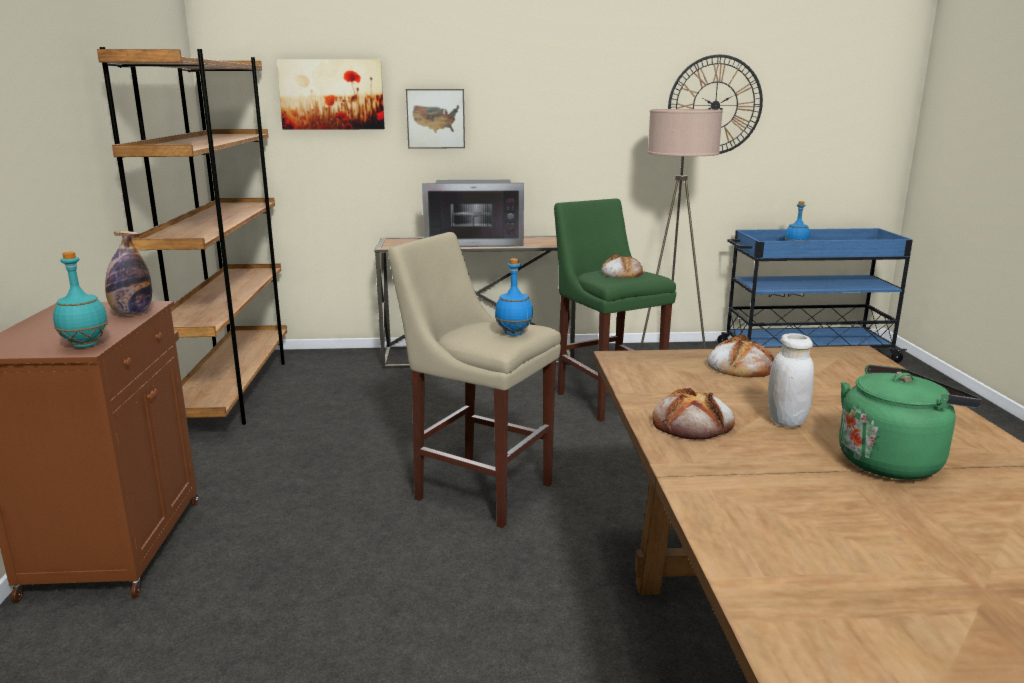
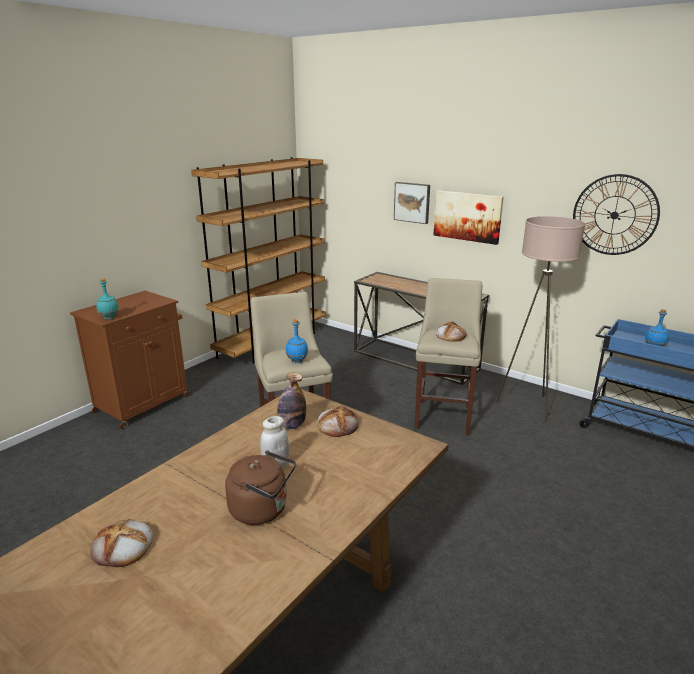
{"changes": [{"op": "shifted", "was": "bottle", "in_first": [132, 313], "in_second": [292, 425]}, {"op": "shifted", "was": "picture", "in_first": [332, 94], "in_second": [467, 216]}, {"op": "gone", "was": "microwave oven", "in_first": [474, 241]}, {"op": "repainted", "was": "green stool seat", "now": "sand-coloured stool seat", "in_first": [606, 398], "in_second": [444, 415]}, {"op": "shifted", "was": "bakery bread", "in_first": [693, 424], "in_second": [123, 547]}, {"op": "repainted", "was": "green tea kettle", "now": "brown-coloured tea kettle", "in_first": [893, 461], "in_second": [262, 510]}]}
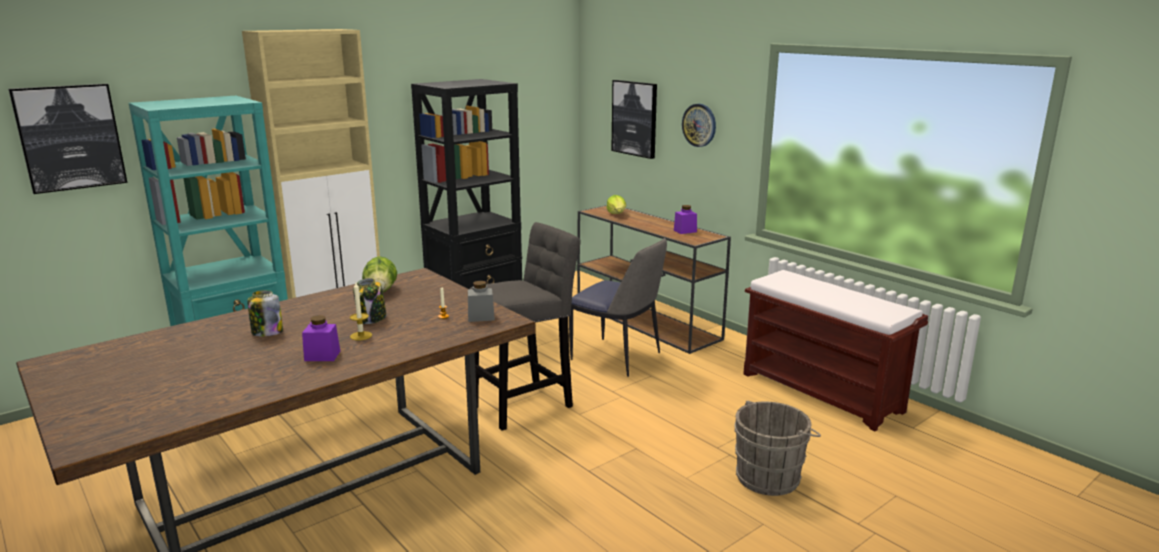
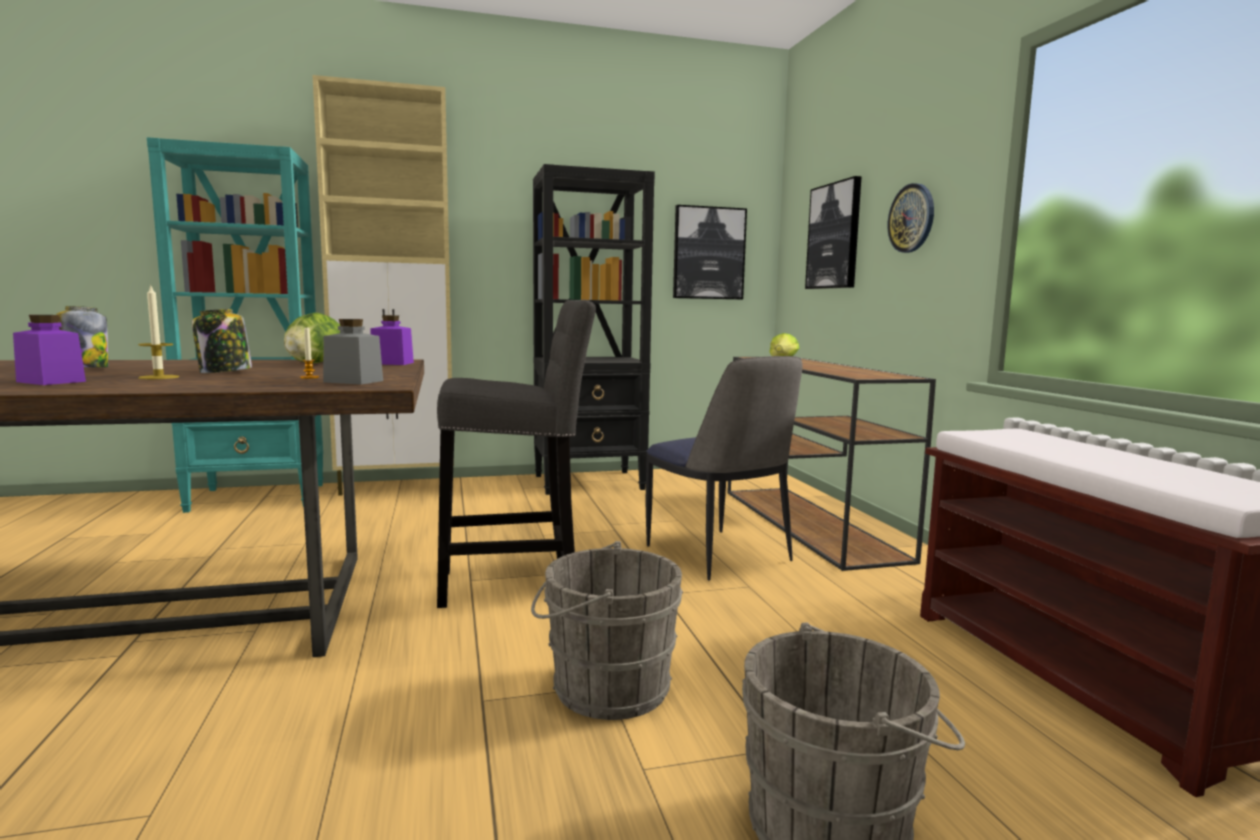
{"changes": [{"op": "shifted", "was": "picture", "in_first": [70, 137], "in_second": [708, 253]}, {"op": "shifted", "was": "purple storage jar", "in_first": [685, 231], "in_second": [392, 363]}, {"op": "new", "now": "greyish bucket", "in_second": [603, 688]}]}
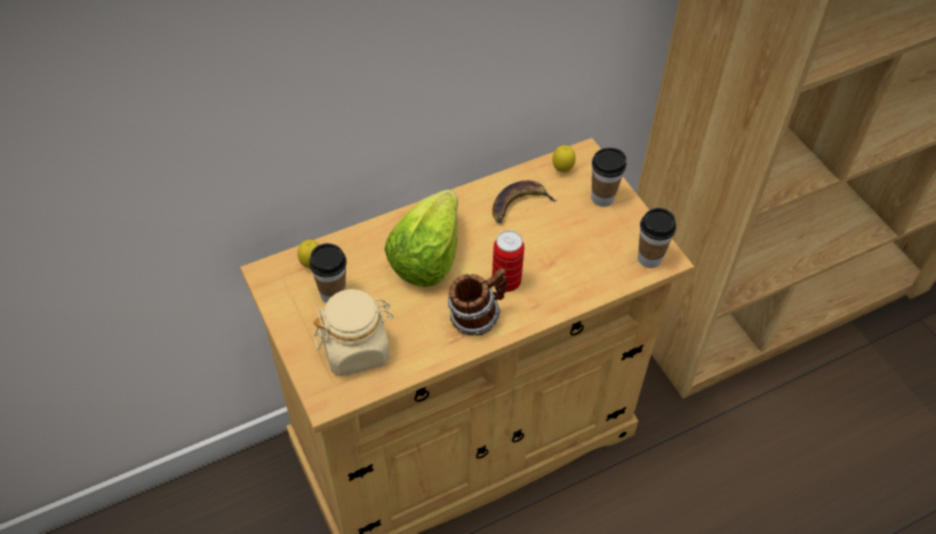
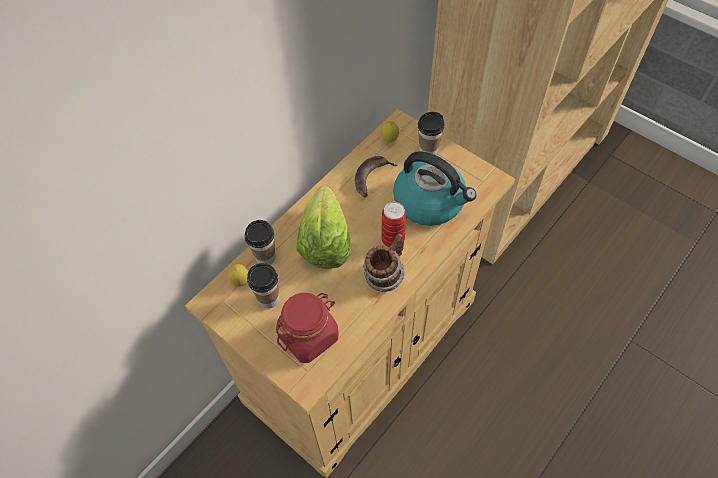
{"changes": [{"op": "repainted", "was": "sand-coloured storage jar", "now": "red-coloured storage jar", "in_first": [356, 349], "in_second": [309, 336]}, {"op": "shifted", "was": "cup", "in_first": [649, 258], "in_second": [265, 257]}, {"op": "new", "now": "tea kettle", "in_second": [430, 202]}]}
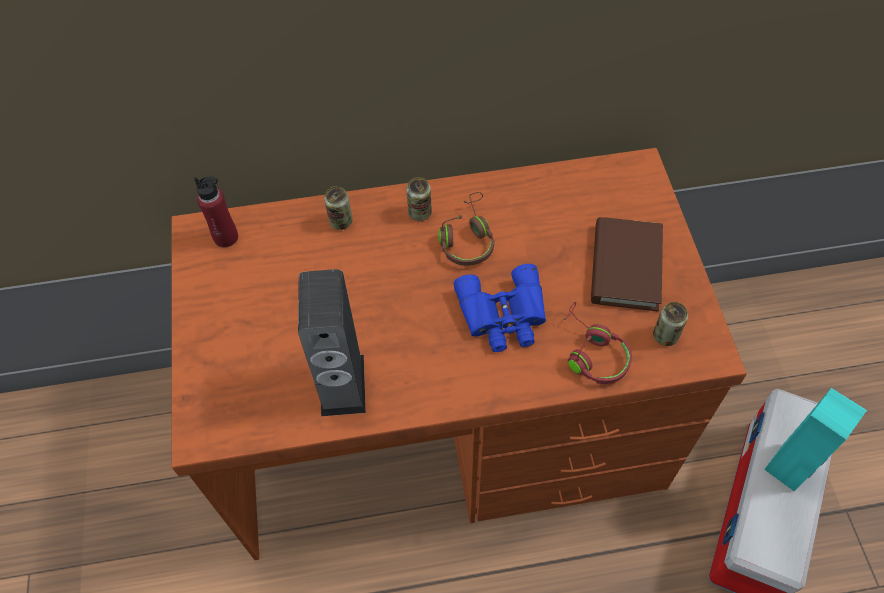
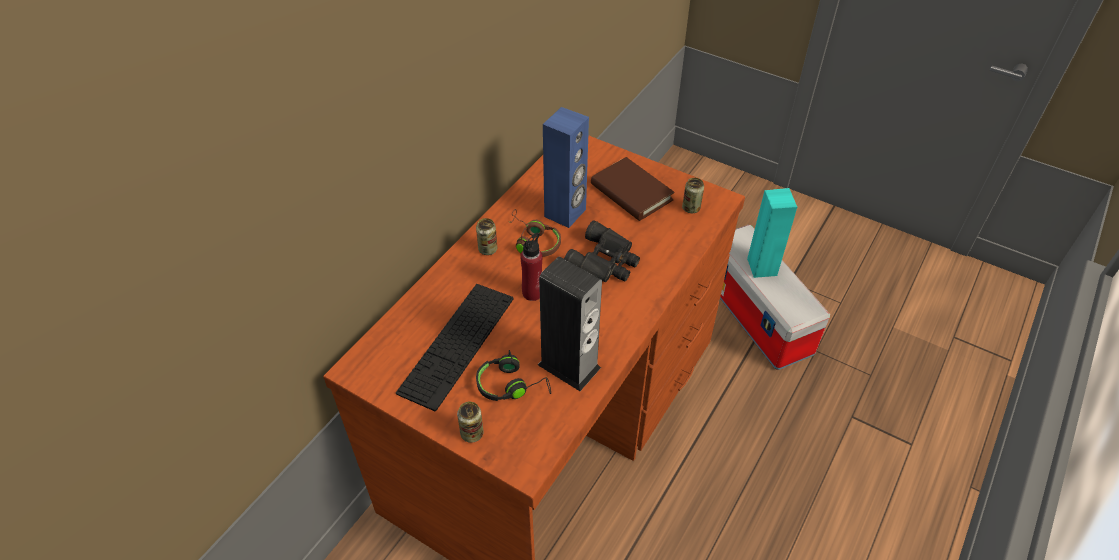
{"changes": [{"op": "shifted", "was": "red-coloured bottle", "in_first": [226, 237], "in_second": [532, 292]}, {"op": "shifted", "was": "metal can", "in_first": [341, 221], "in_second": [472, 433]}, {"op": "repainted", "was": "blue field glasses", "now": "blackish field glasses", "in_first": [504, 316], "in_second": [605, 262]}, {"op": "gone", "was": "red-coloured headphones", "in_first": [591, 352]}, {"op": "new", "now": "computer keyboard", "in_second": [457, 344]}, {"op": "new", "now": "blackish headphones", "in_second": [512, 385]}, {"op": "new", "now": "blue audio speaker", "in_second": [565, 213]}]}
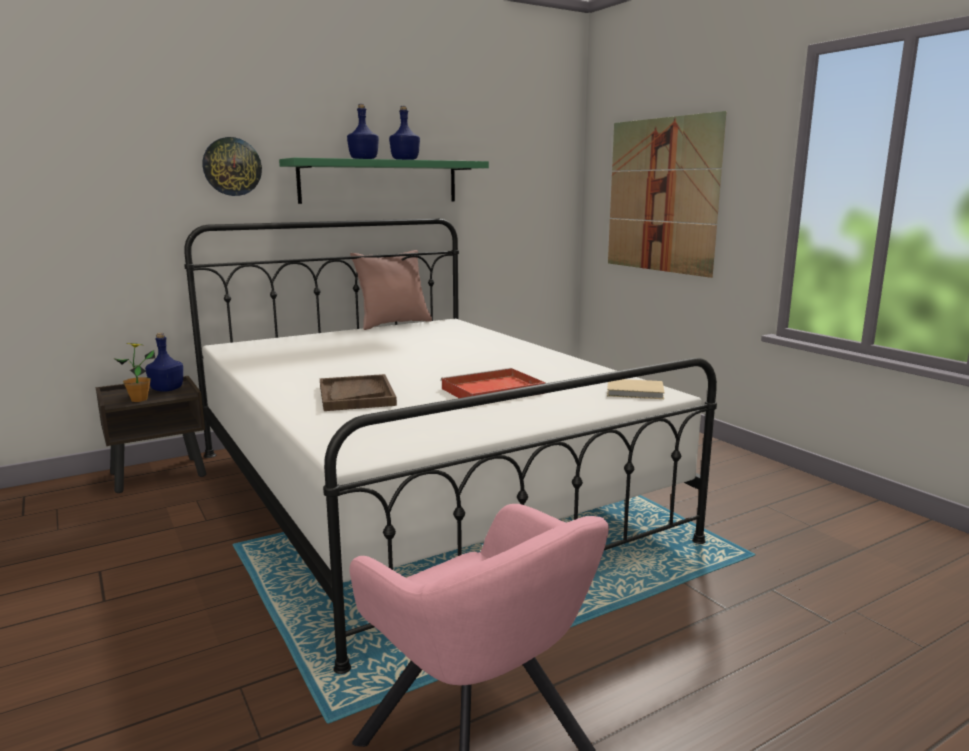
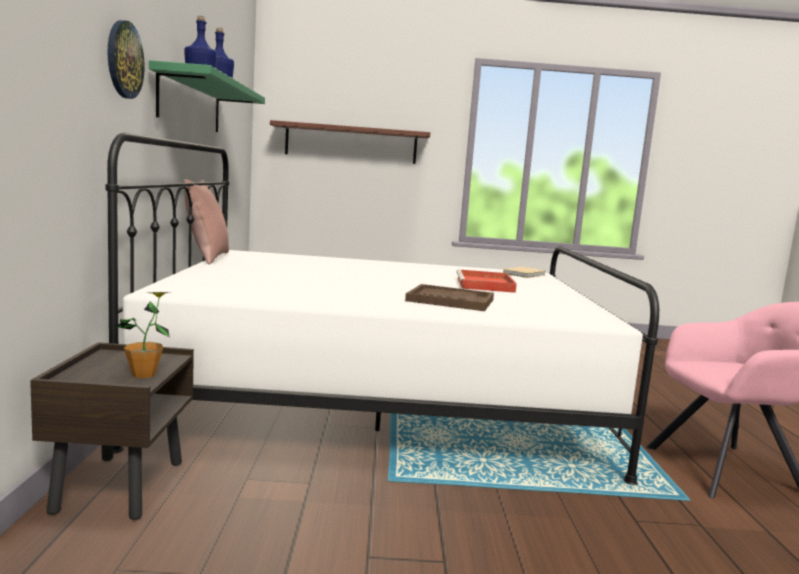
{"changes": [{"op": "gone", "was": "blue bottle", "in_first": [166, 389]}, {"op": "swapped", "was": "picture", "now": "shelf", "in_first": [661, 195], "in_second": [351, 143]}]}
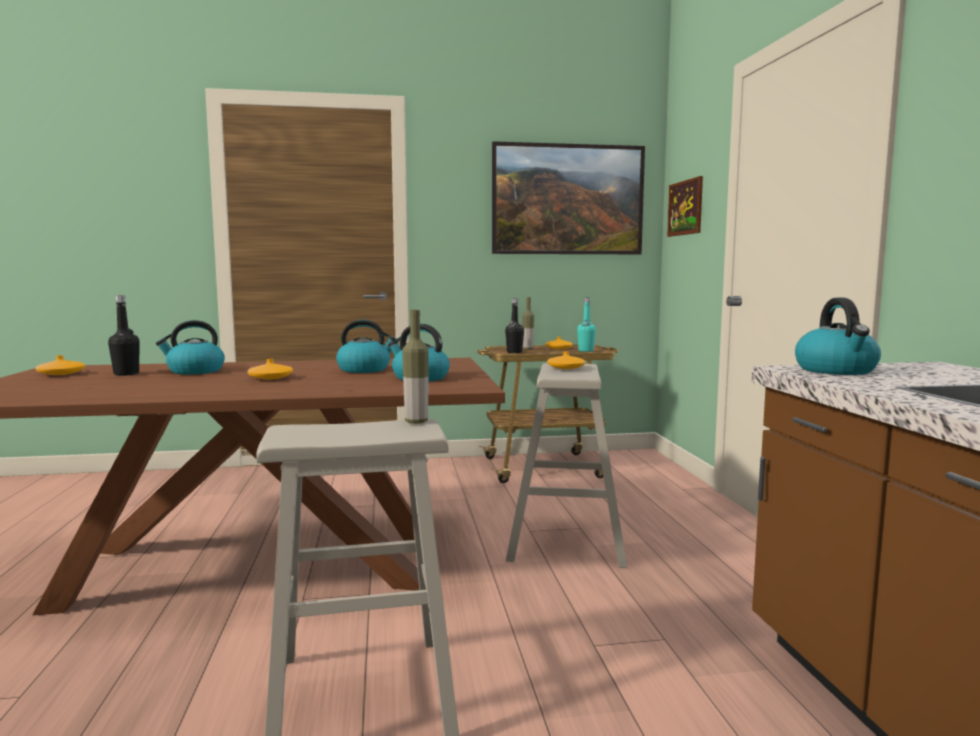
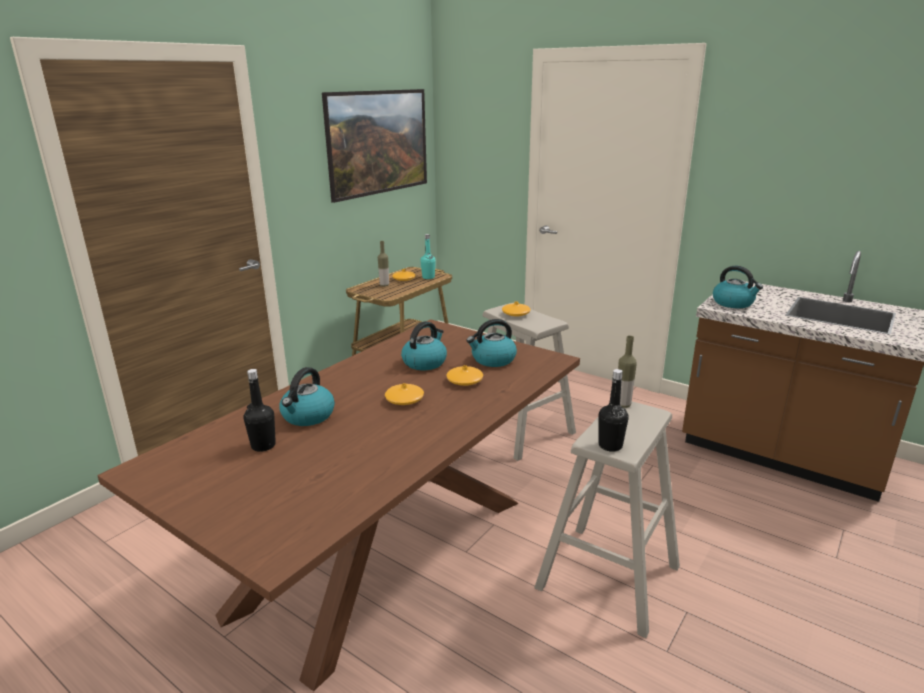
{"changes": [{"op": "shifted", "was": "orange-coloured vase", "in_first": [61, 374], "in_second": [464, 381]}, {"op": "shifted", "was": "blackish bottle", "in_first": [514, 352], "in_second": [610, 445]}, {"op": "gone", "was": "picture", "in_first": [685, 208]}]}
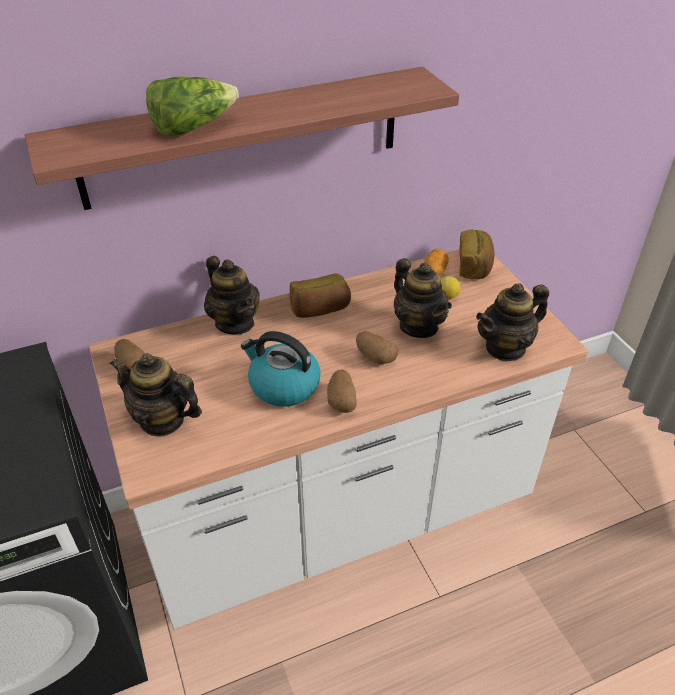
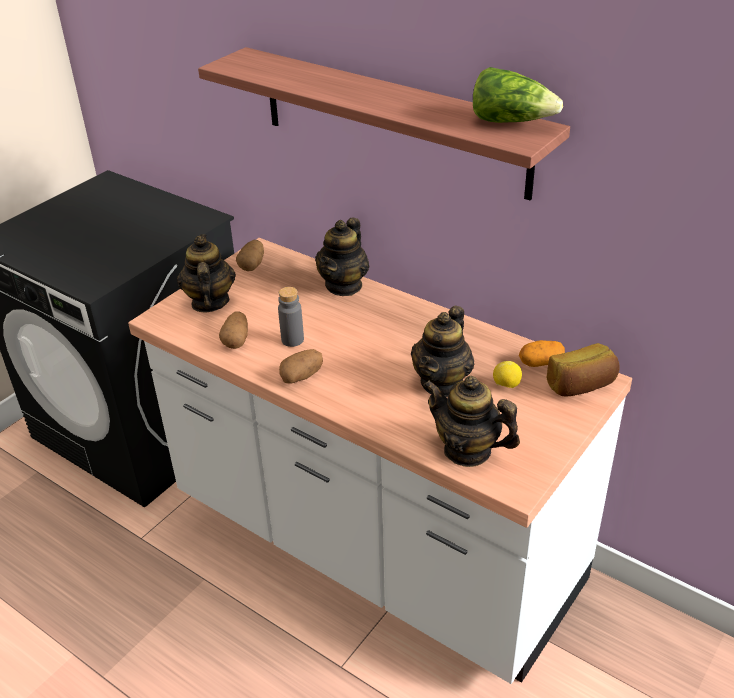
{"changes": [{"op": "shifted", "was": "lettuce", "in_first": [193, 127], "in_second": [511, 122]}, {"op": "swapped", "was": "tea kettle", "now": "greyish bottle", "in_first": [283, 385], "in_second": [292, 340]}, {"op": "gone", "was": "bakery bread", "in_first": [320, 309]}, {"op": "shifted", "was": "spud", "in_first": [374, 357], "in_second": [236, 340]}]}
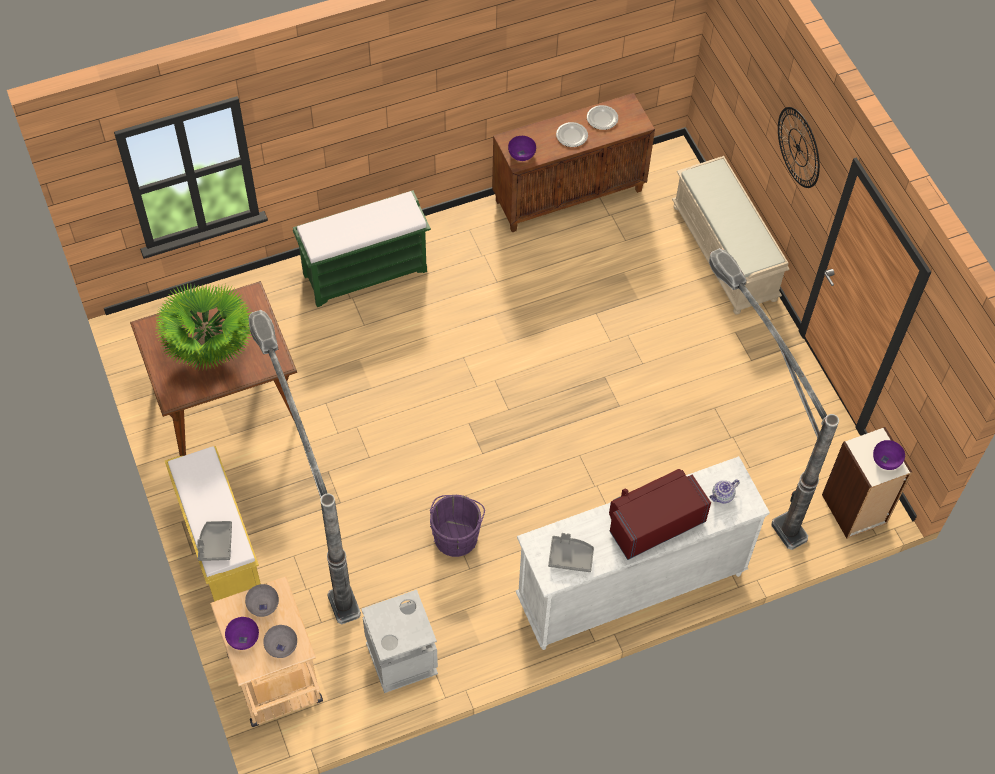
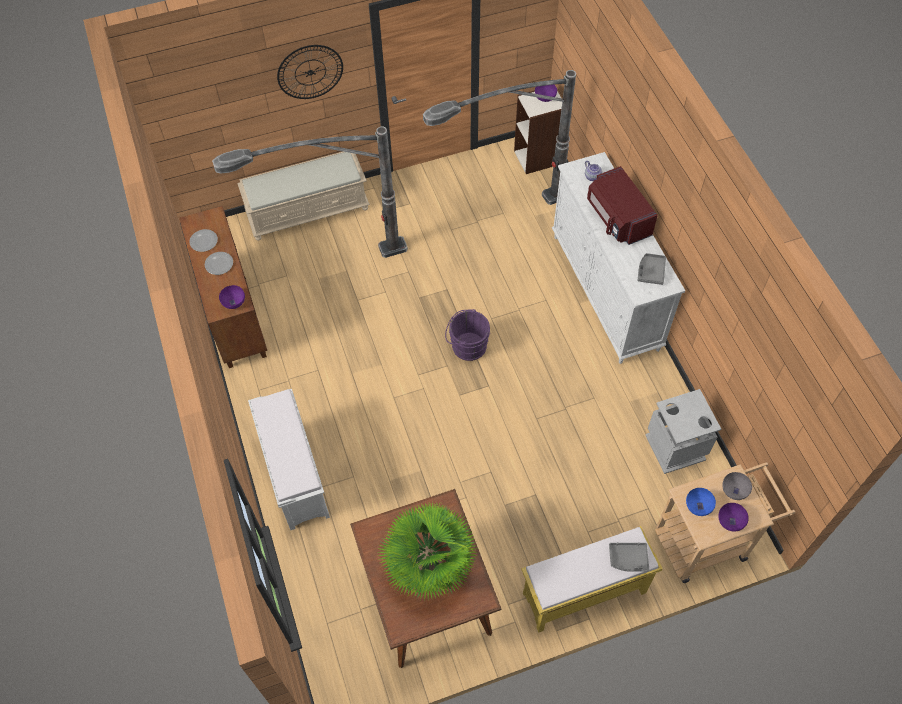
{"changes": [{"op": "repainted", "was": "greyish bowl", "now": "blue bowl", "in_first": [263, 605], "in_second": [698, 505]}, {"op": "shifted", "was": "standard lamp", "in_first": [314, 529], "in_second": [330, 266]}, {"op": "repainted", "was": "green long seat", "now": "white long seat", "in_first": [366, 272], "in_second": [294, 475]}, {"op": "shifted", "was": "purple bucket", "in_first": [456, 535], "in_second": [467, 346]}]}
